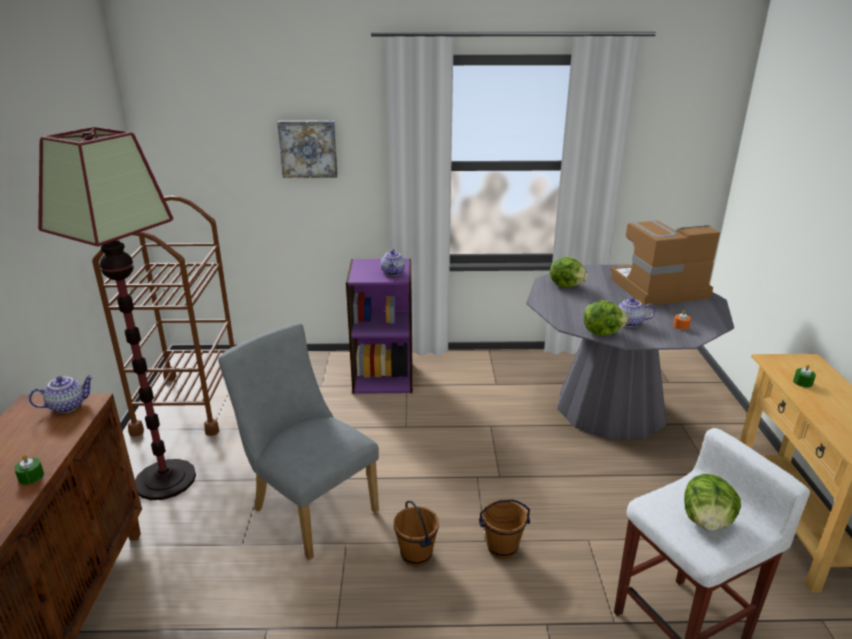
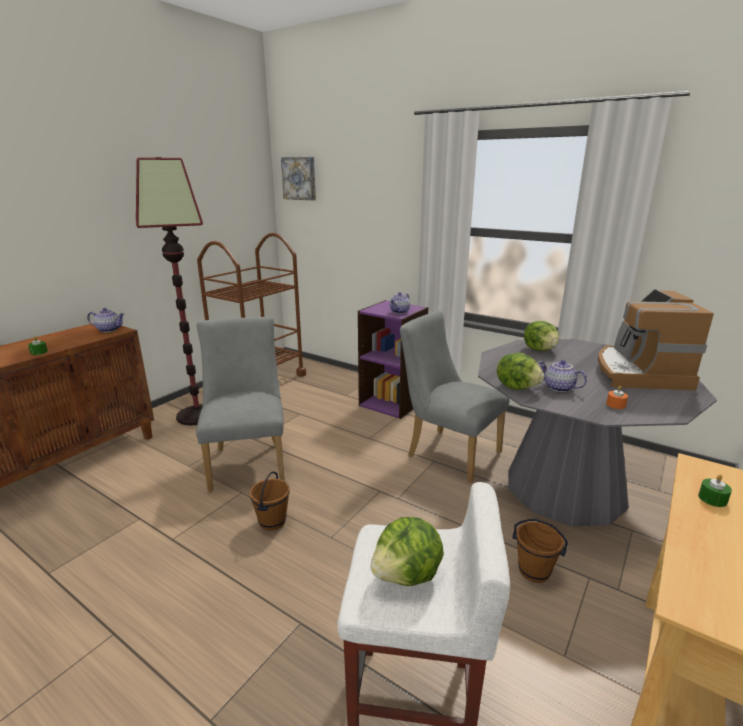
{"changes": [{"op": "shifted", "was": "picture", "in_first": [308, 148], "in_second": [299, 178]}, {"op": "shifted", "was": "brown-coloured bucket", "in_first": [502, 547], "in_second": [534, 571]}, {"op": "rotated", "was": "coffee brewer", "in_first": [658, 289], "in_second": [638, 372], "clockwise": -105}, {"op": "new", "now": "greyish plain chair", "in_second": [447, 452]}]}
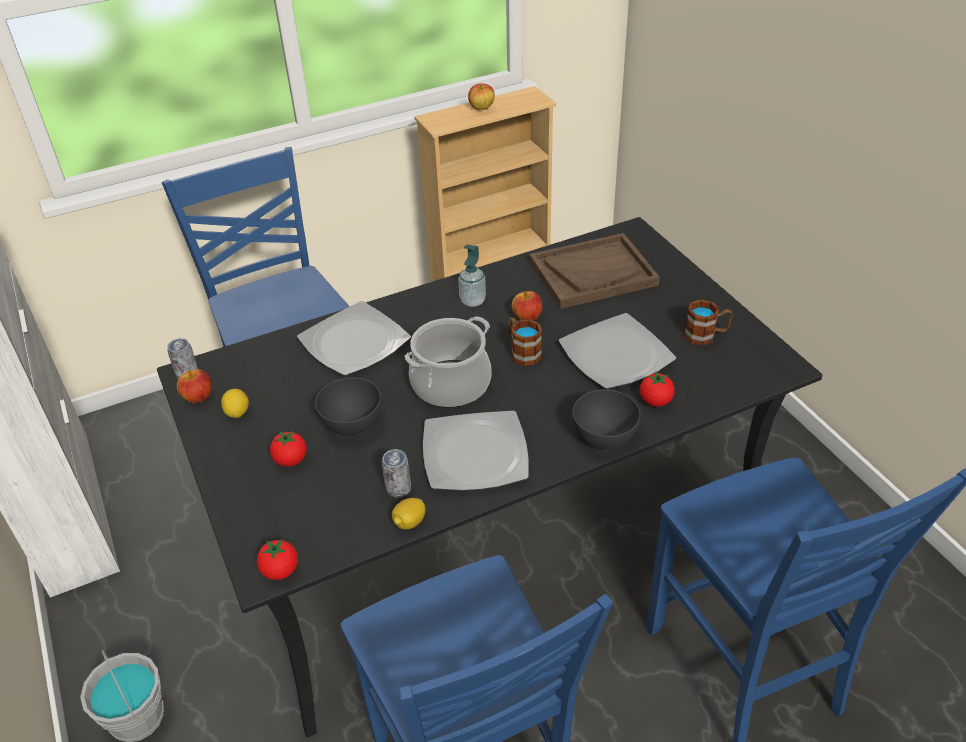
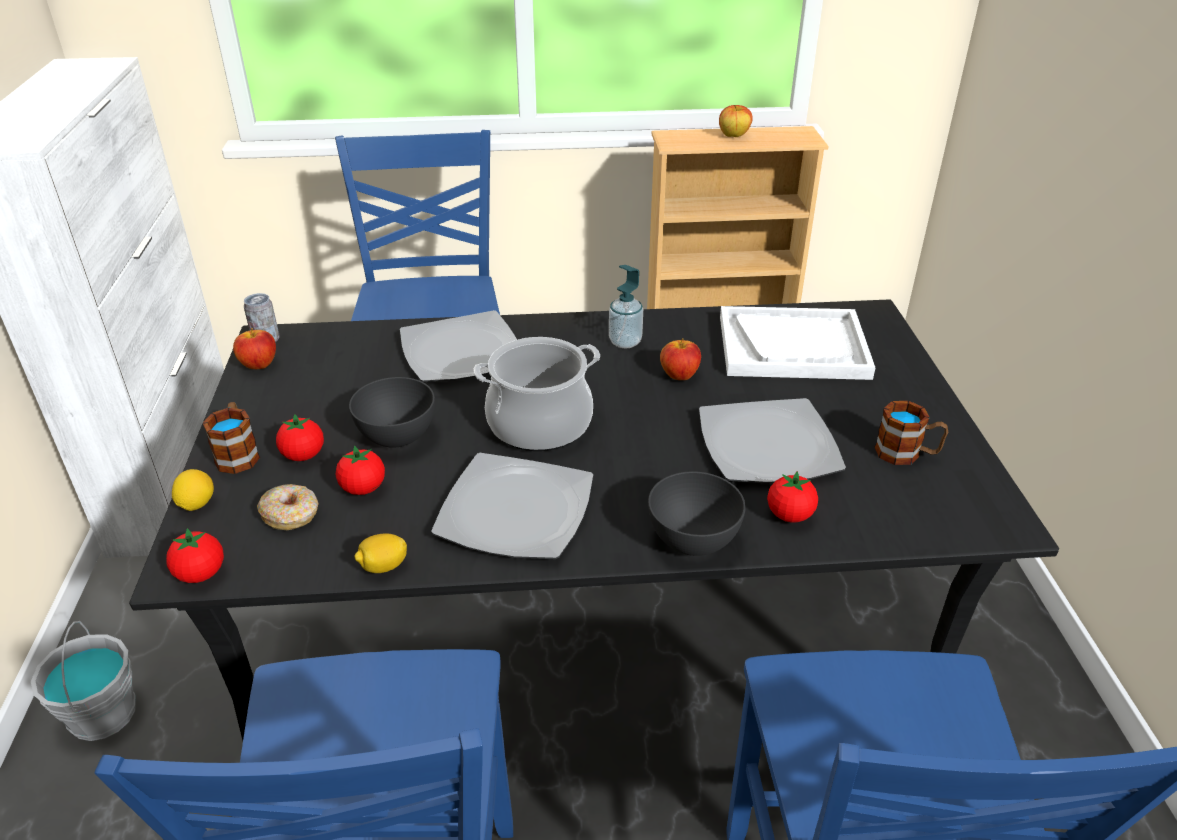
{"changes": [{"op": "shifted", "was": "citrus fruit", "in_first": [237, 413], "in_second": [197, 504]}, {"op": "gone", "was": "metal can", "in_first": [398, 488]}, {"op": "shifted", "was": "tea mug", "in_first": [522, 352], "in_second": [238, 453]}, {"op": "repainted", "was": "brown-coloured serving tray", "now": "white serving tray", "in_first": [593, 273], "in_second": [793, 347]}, {"op": "new", "now": "ring doughnut", "in_second": [291, 514]}, {"op": "new", "now": "whole tomato", "in_second": [363, 488]}]}
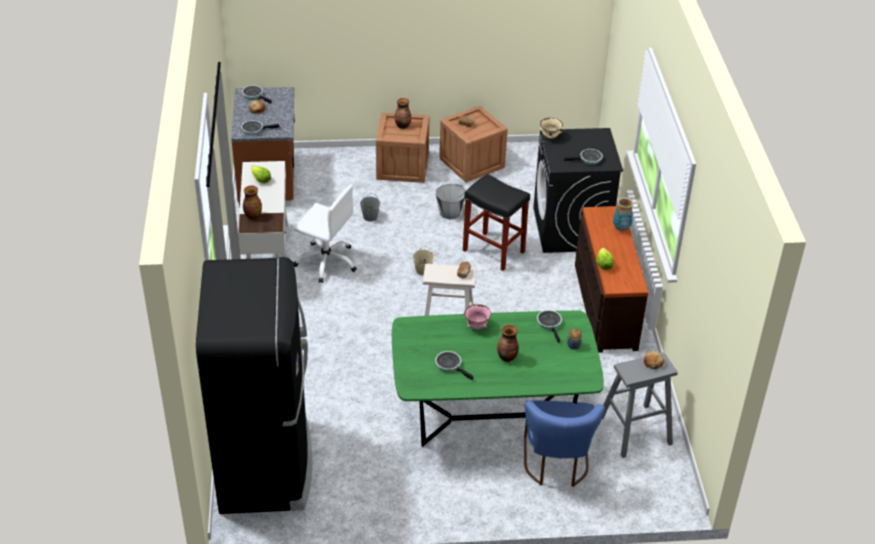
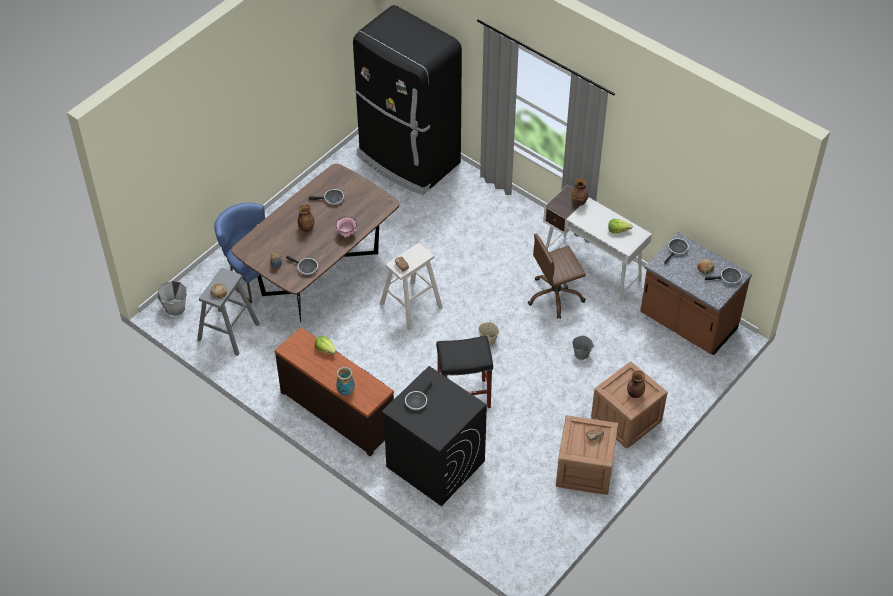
{"changes": [{"op": "repainted", "was": "white office chair", "now": "brown-coloured office chair", "in_first": [326, 262], "in_second": [555, 296]}, {"op": "repainted", "was": "green kitchen table", "now": "brown-coloured kitchen table", "in_first": [491, 418], "in_second": [321, 274]}, {"op": "shifted", "was": "greyish bucket", "in_first": [450, 213], "in_second": [175, 307]}, {"op": "gone", "was": "sand-coloured bowl", "in_first": [550, 137]}]}
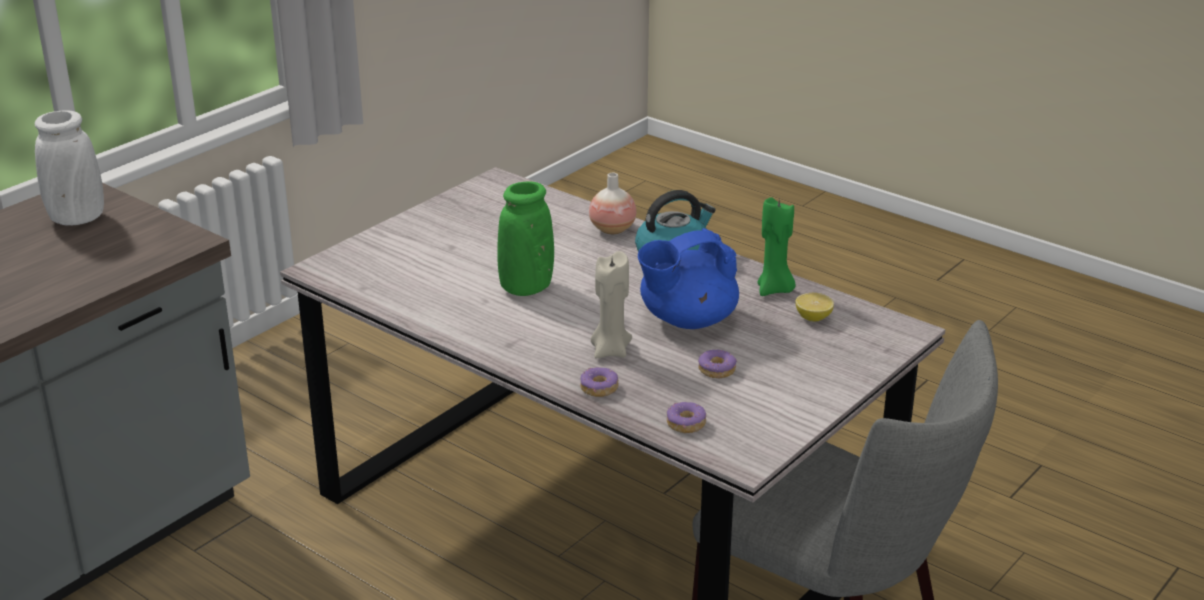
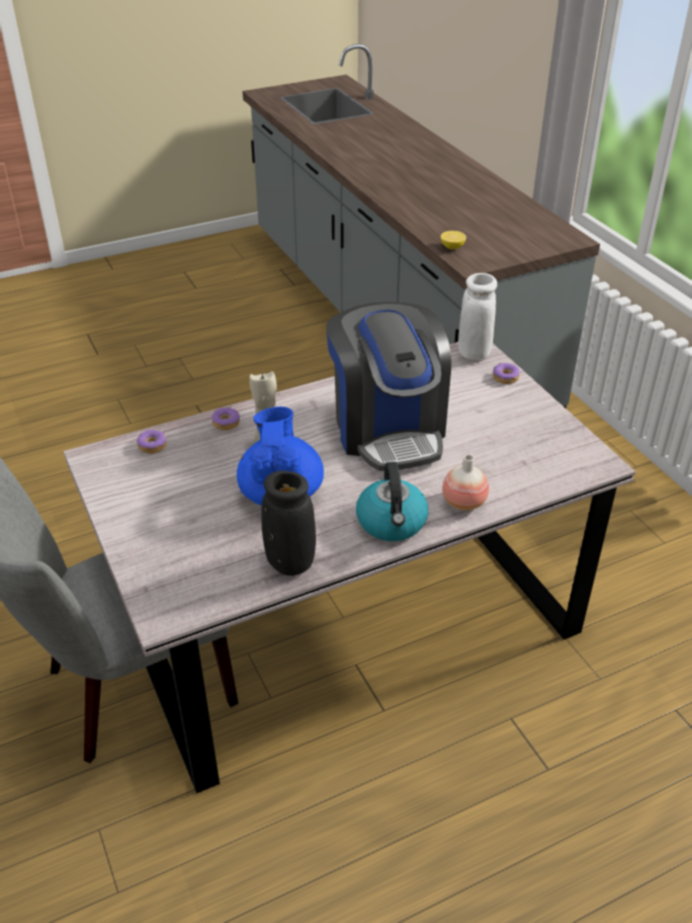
{"changes": [{"op": "shifted", "was": "white vase", "in_first": [77, 219], "in_second": [474, 352]}, {"op": "swapped", "was": "green vase", "now": "coffee brewer", "in_first": [526, 288], "in_second": [388, 429]}, {"op": "shifted", "was": "ring doughnut", "in_first": [717, 370], "in_second": [505, 378]}, {"op": "swapped", "was": "green candle", "now": "blackish vase", "in_first": [774, 290], "in_second": [290, 562]}, {"op": "shifted", "was": "citrus fruit", "in_first": [813, 317], "in_second": [452, 247]}]}
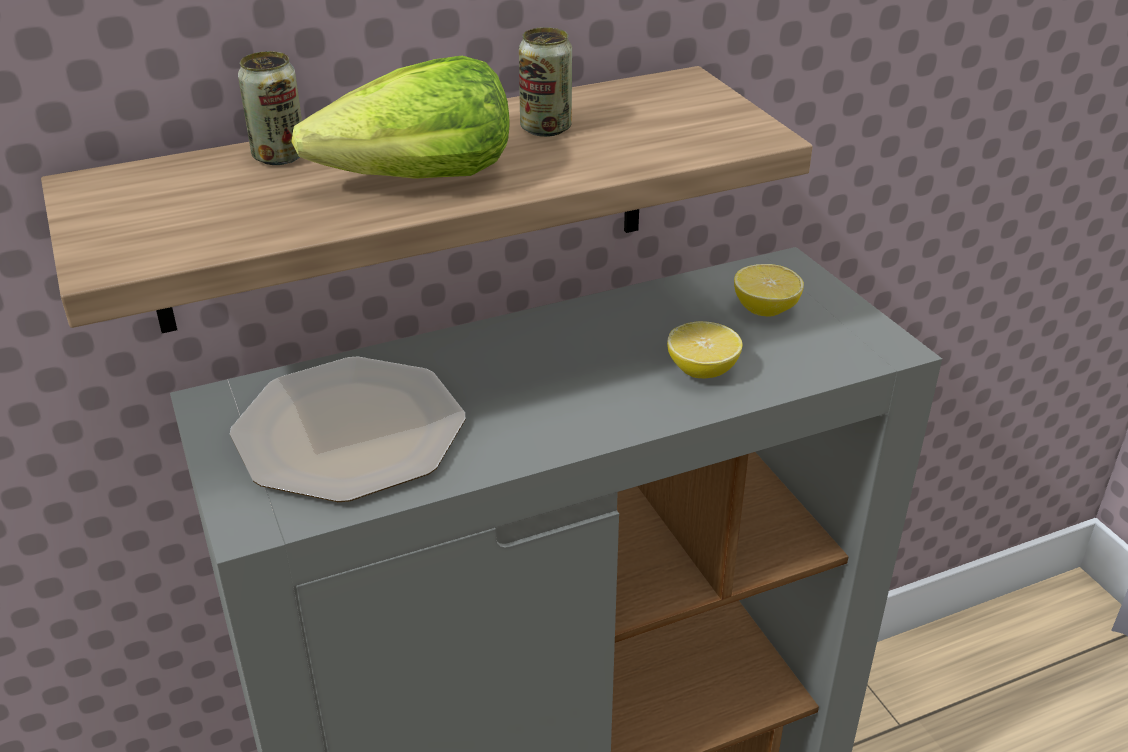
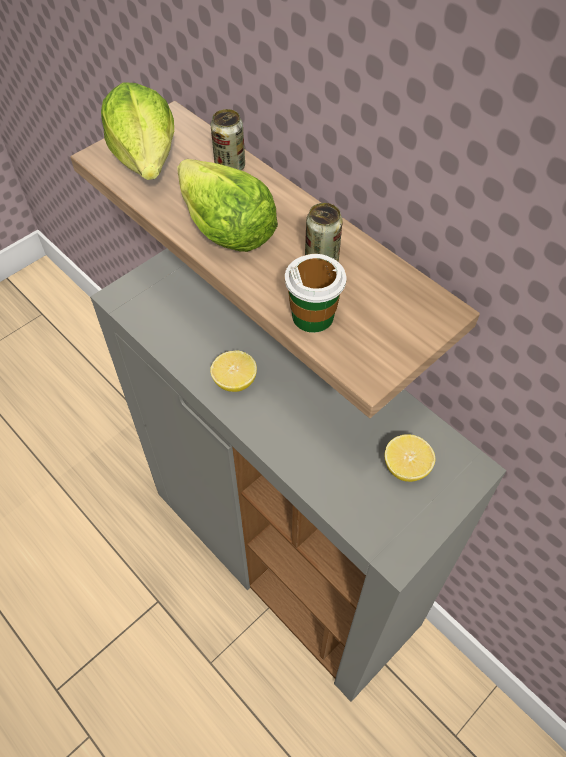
{"changes": [{"op": "gone", "was": "dinner plate", "in_first": [349, 430]}, {"op": "shifted", "was": "citrus fruit", "in_first": [702, 371], "in_second": [235, 381]}, {"op": "new", "now": "lettuce", "in_second": [146, 158]}, {"op": "new", "now": "cup", "in_second": [313, 316]}]}
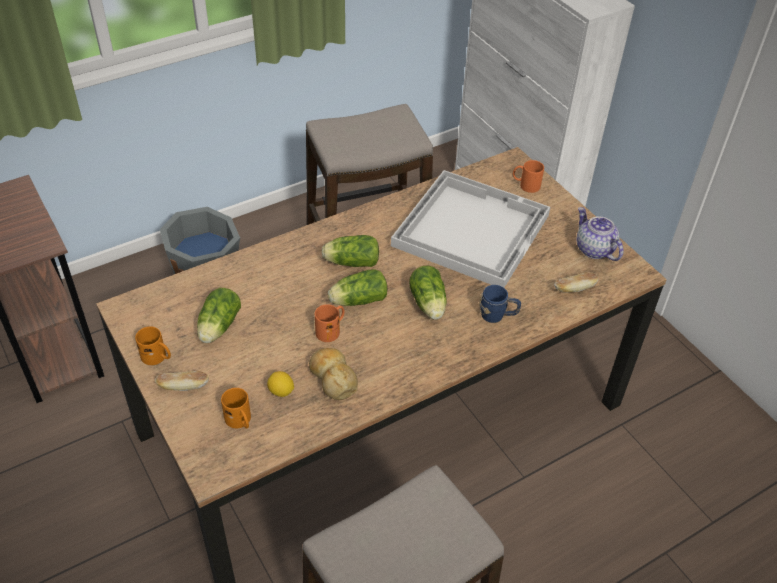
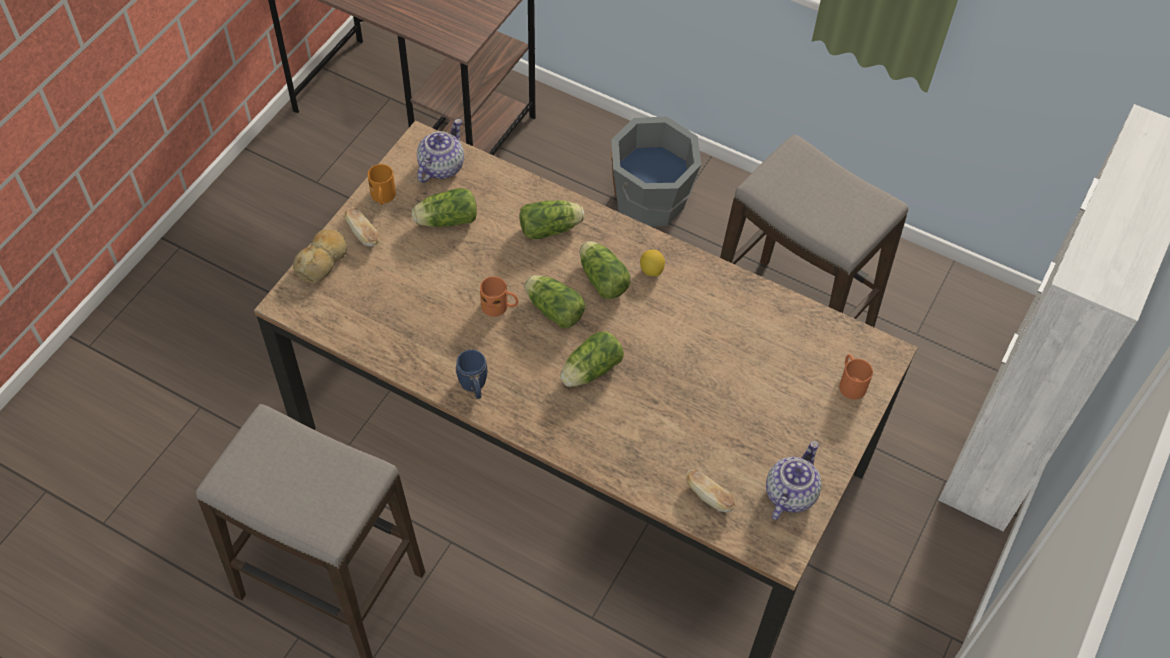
{"changes": [{"op": "gone", "was": "orange-coloured tea mug", "in_first": [240, 421]}, {"op": "shifted", "was": "citrus fruit", "in_first": [281, 391], "in_second": [651, 270]}, {"op": "shifted", "was": "bakery bread", "in_first": [333, 378], "in_second": [323, 260]}, {"op": "gone", "was": "white serving tray", "in_first": [470, 229]}, {"op": "shifted", "was": "blue tea mug", "in_first": [497, 316], "in_second": [474, 386]}, {"op": "new", "now": "tea pot", "in_second": [441, 166]}, {"op": "new", "now": "lettuce", "in_second": [552, 228]}]}
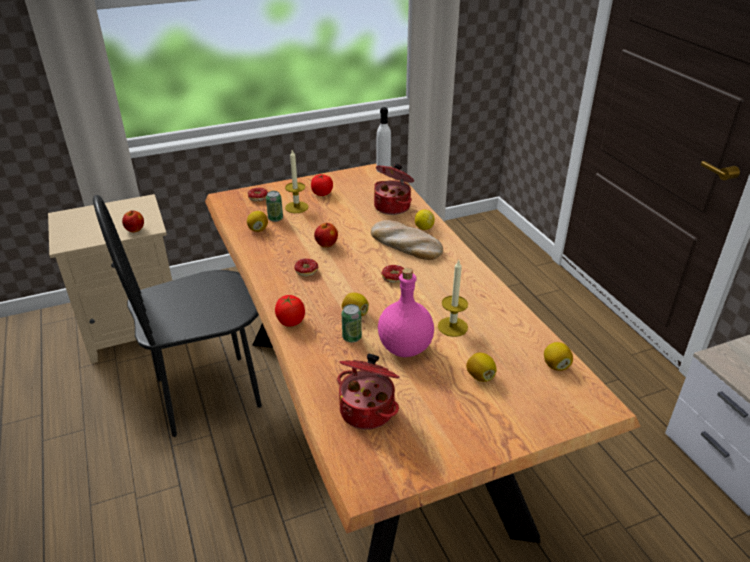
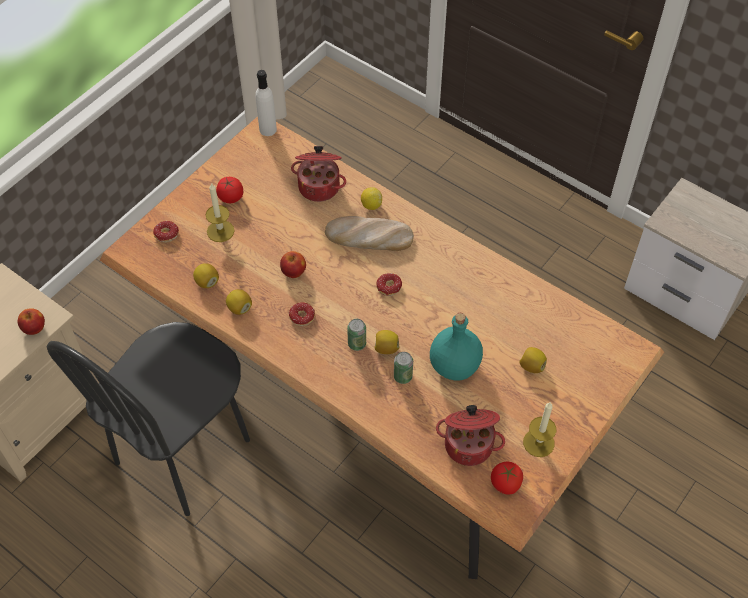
{"changes": [{"op": "shifted", "was": "metal can", "in_first": [275, 218], "in_second": [357, 344]}, {"op": "shifted", "was": "whole tomato", "in_first": [290, 322], "in_second": [505, 484]}, {"op": "repainted", "was": "pink-coloured bottle", "now": "turquoise bottle", "in_first": [404, 348], "in_second": [453, 366]}, {"op": "shifted", "was": "candle", "in_first": [452, 327], "in_second": [538, 443]}, {"op": "shifted", "was": "citrus fruit", "in_first": [555, 365], "in_second": [239, 308]}]}
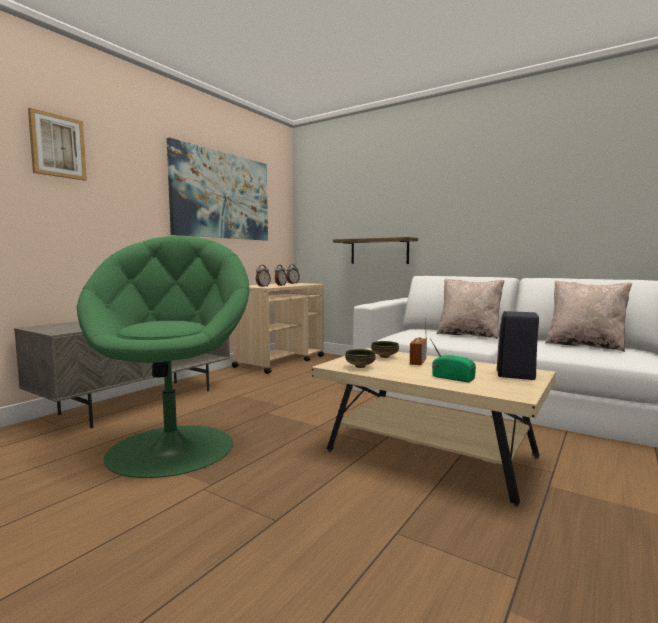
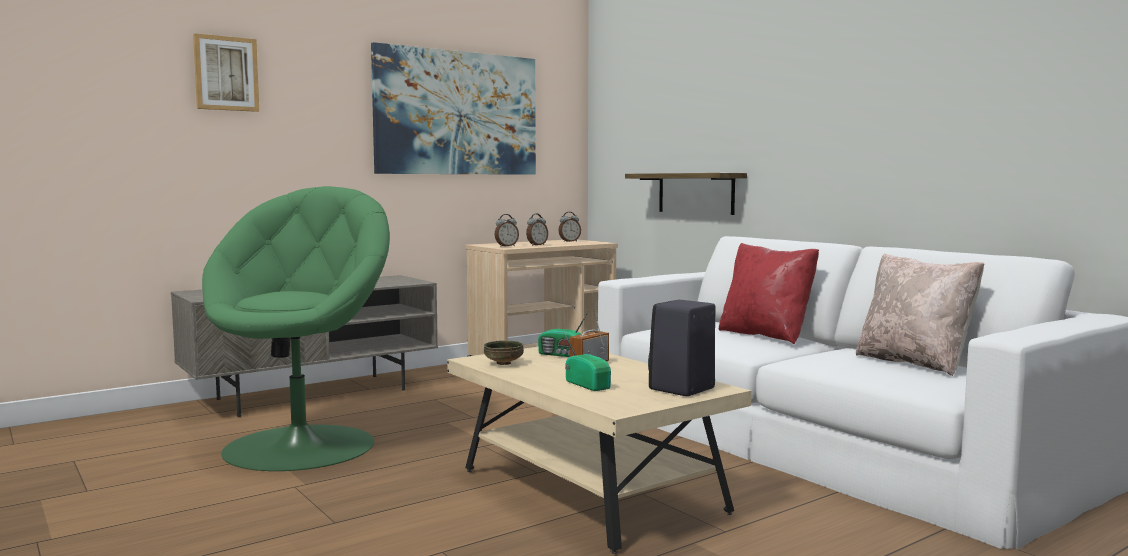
{"changes": [{"op": "swapped", "was": "bowl", "now": "radio set", "in_first": [385, 357], "in_second": [562, 355]}, {"op": "repainted", "was": "sand-coloured throw pillow", "now": "red-coloured throw pillow", "in_first": [469, 335], "in_second": [766, 335]}]}
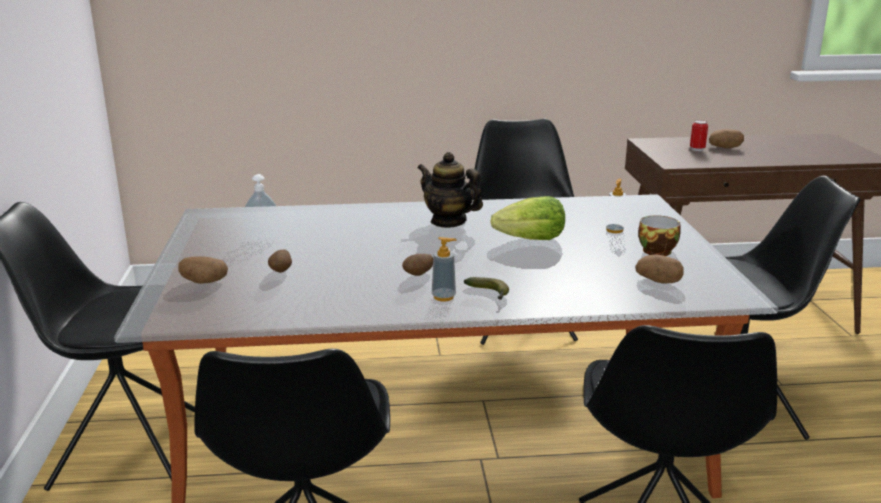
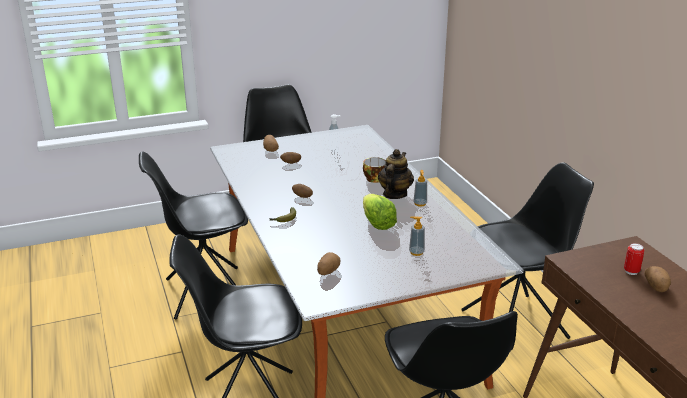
{"changes": [{"op": "shifted", "was": "liquid soap bottle", "in_first": [443, 297], "in_second": [420, 204]}, {"op": "shifted", "was": "cup", "in_first": [657, 250], "in_second": [376, 179]}]}
